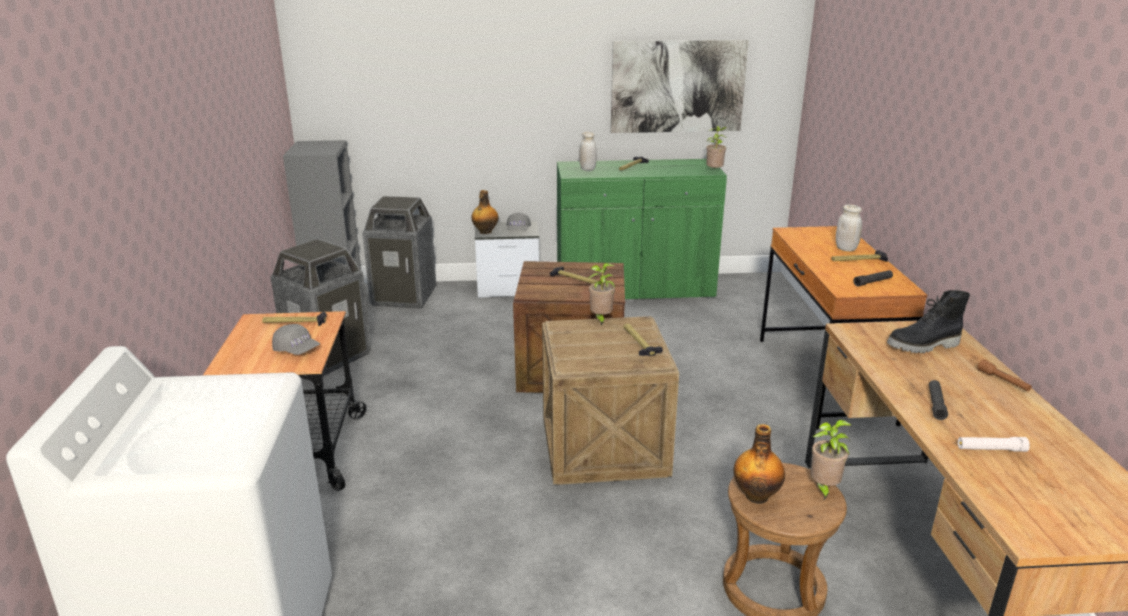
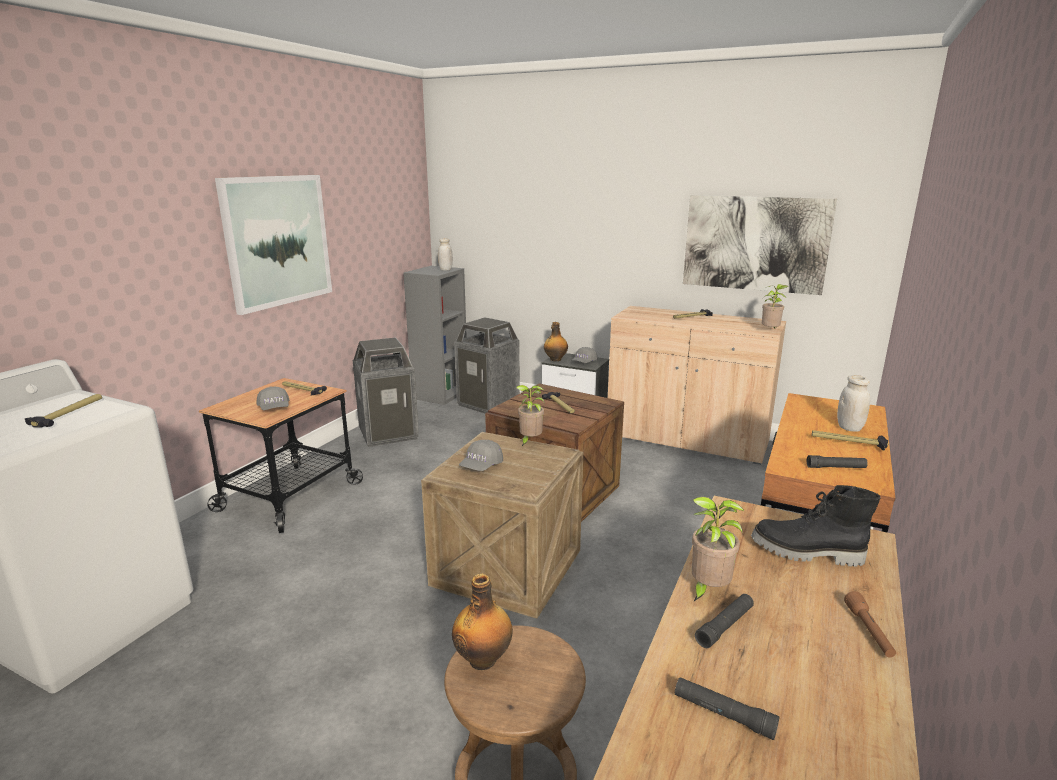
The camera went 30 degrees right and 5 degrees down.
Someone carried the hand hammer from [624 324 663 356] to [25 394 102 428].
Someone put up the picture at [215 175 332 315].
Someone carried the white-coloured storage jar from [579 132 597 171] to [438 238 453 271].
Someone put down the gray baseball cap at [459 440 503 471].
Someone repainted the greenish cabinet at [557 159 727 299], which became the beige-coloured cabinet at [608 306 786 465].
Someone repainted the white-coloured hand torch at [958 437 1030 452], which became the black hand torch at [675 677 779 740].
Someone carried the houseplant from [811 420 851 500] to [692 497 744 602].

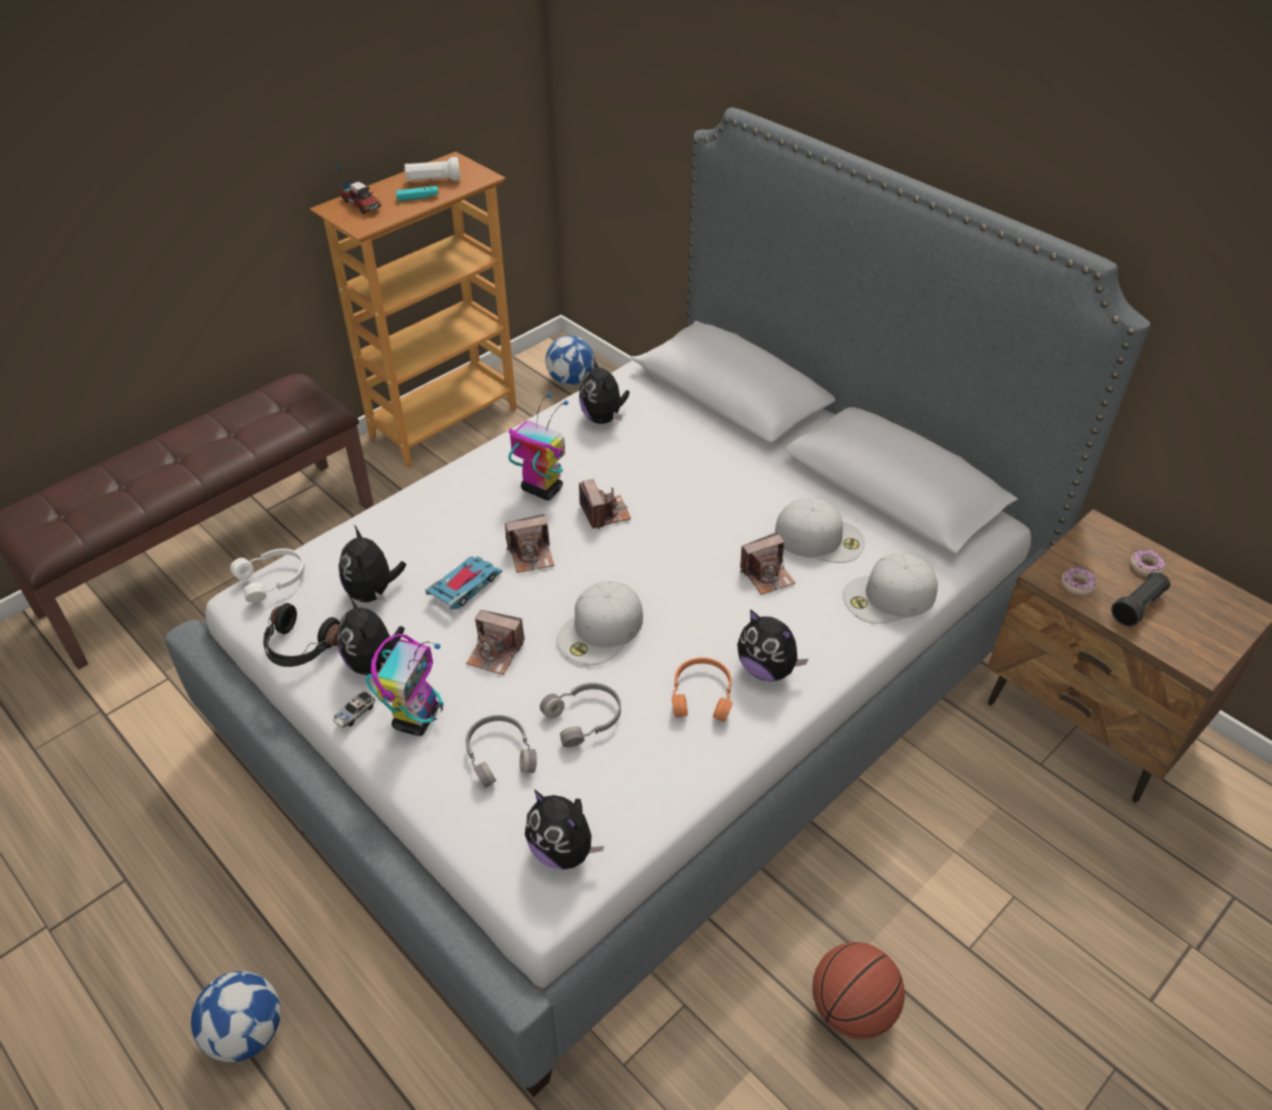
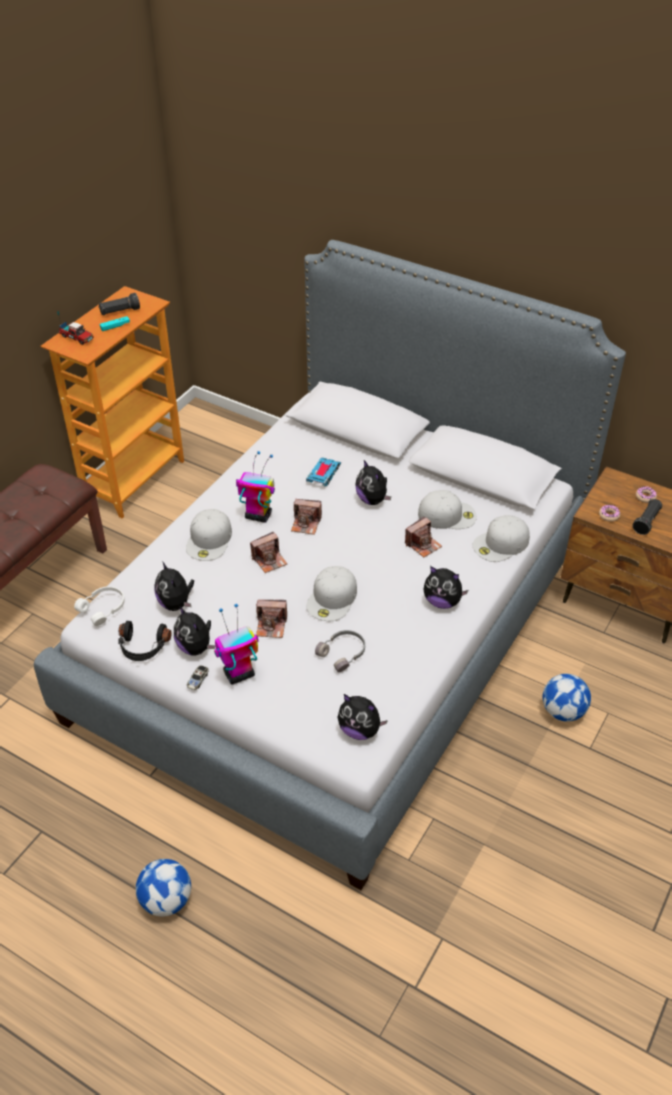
The camera went 15 degrees left and 0 degrees up.
Someone repainted the white-coloured hand torch at [404 157 460 181], which became the black hand torch at [99 293 140 315].
Someone put down the white-coloured baseball cap at [186 509 232 561].
Someone rotated the toy robot at [366 634 443 736] by 120 degrees counterclockwise.
Someone rotated the still camera at [579 479 631 529] by 135 degrees clockwise.
Someone carried the model car from [425 556 502 609] to [306 458 341 486].
Someone carried the cuddly toy from [579 358 630 424] to [355 460 391 505].
Someone carried the ball for football from [545 335 595 385] to [542 674 591 722].
Someone took away the gray headphones at [466 715 537 788].
Someone took away the orange headphones at [672 658 733 722].
Someone took away the ball for basketball at [812 942 905 1039].

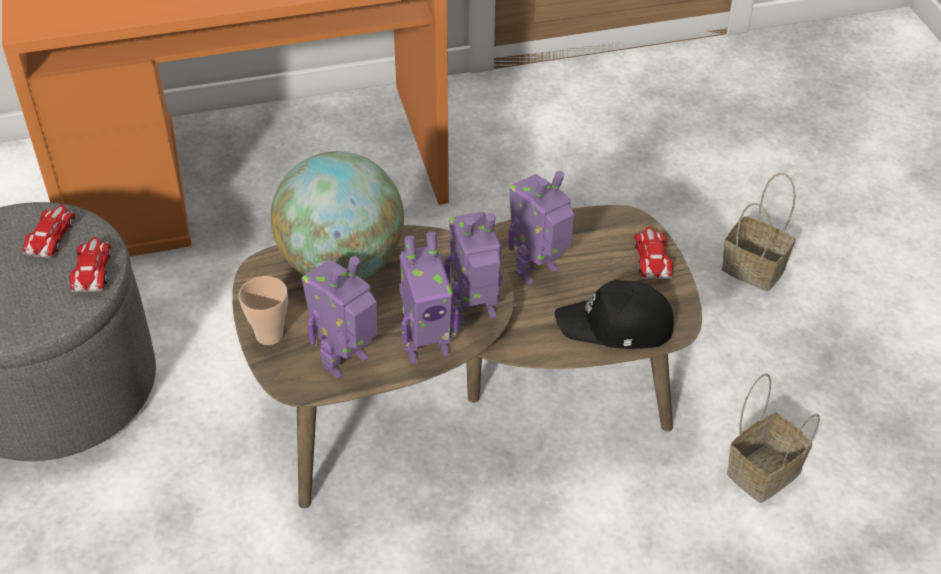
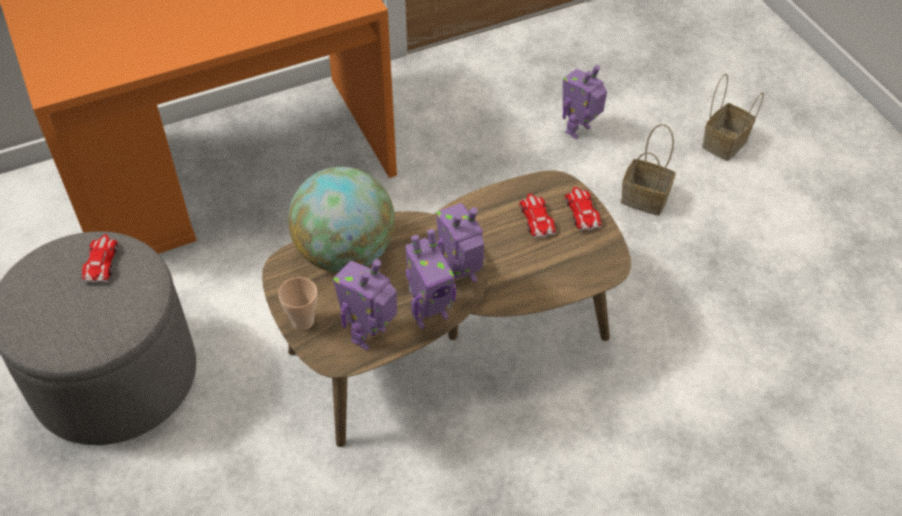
The camera went 10 degrees left and 5 degrees up.
Someone carried the model car from [70 237 112 293] to [519 194 556 238].
Someone carried the toy robot from [508 171 574 285] to [562 65 607 139].
Someone carried the storage basket from [727 374 820 503] to [702 74 764 161].
Someone took away the black baseball cap at [555 280 674 349].

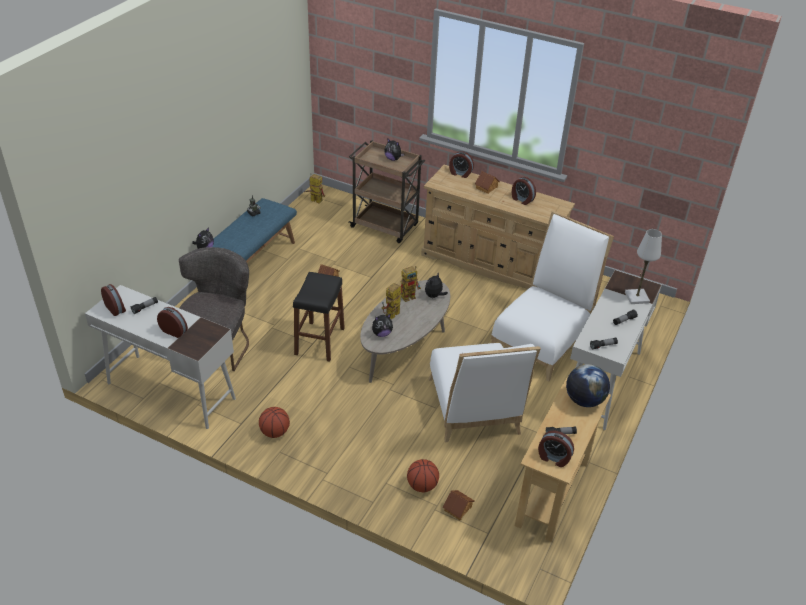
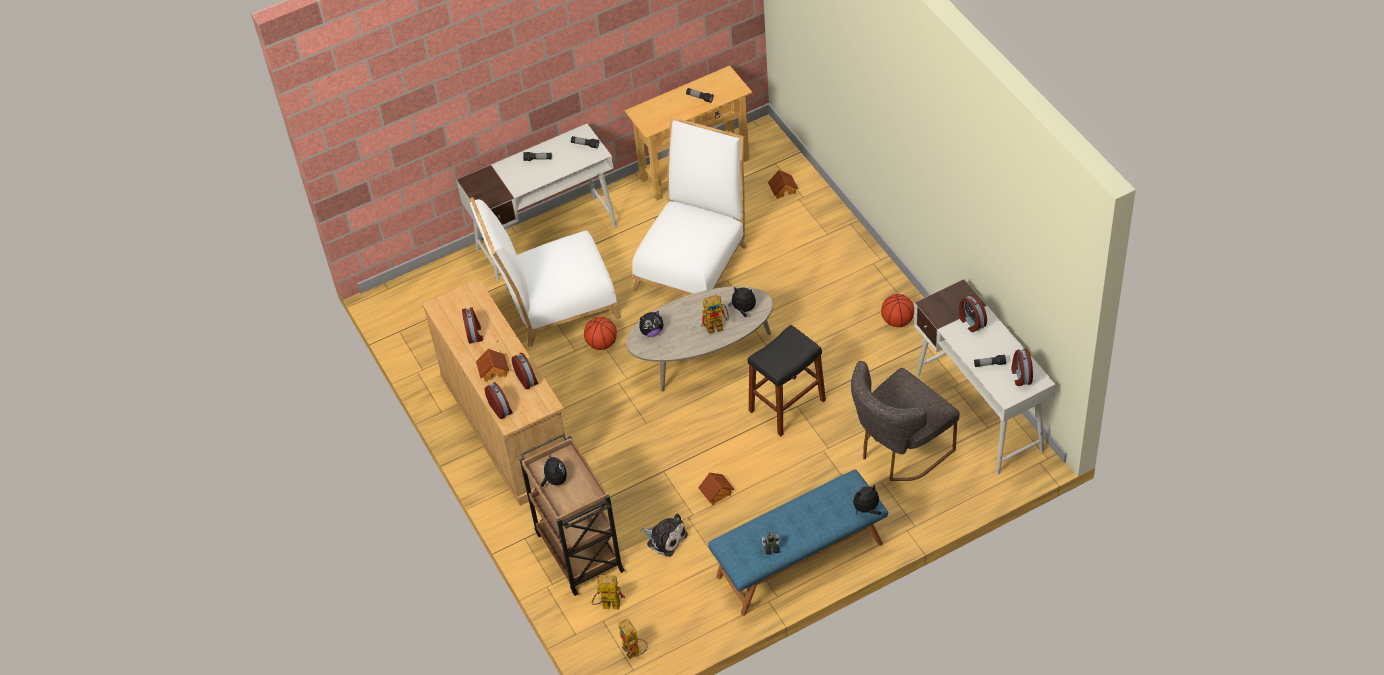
The camera went 140 degrees left and 10 degrees up.
Someone carried the bedside clock from [538 431 574 467] to [512 353 538 389].
Someone carried the ball for basketball from [407 459 439 492] to [584 317 617 350].
Someone carried the toy robot from [401 266 421 302] to [592 575 625 609].
Someone put down the cuddly toy at [641 513 688 557].
Someone took away the globe at [566 364 610 407].
Someone took away the white-coloured tabletop lamp at [625 229 662 304].

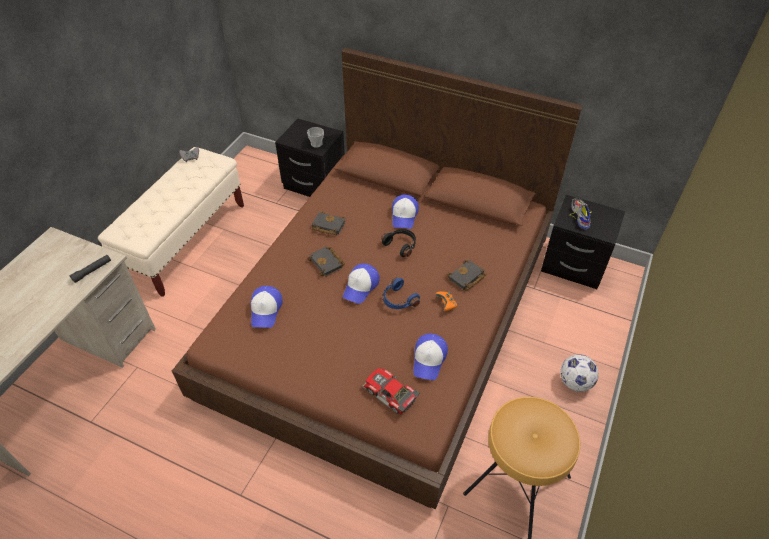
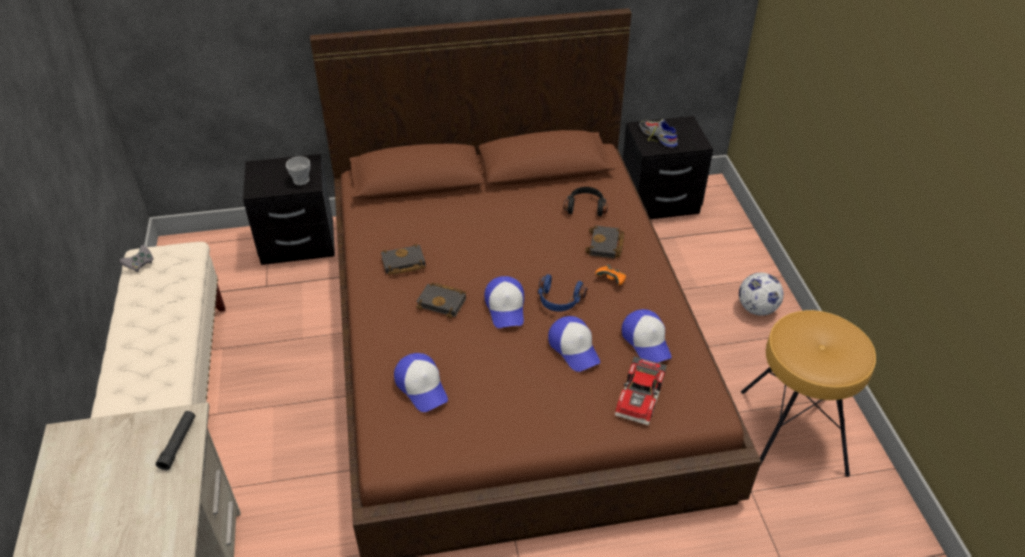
The camera went 35 degrees left and 5 degrees down.
Someone carried the baseball cap from [392 195 419 229] to [548 316 600 372].
Someone carried the black headphones from [381 229 416 257] to [564 187 608 216].
Someone rotated the model car at [362 368 420 414] by 75 degrees counterclockwise.

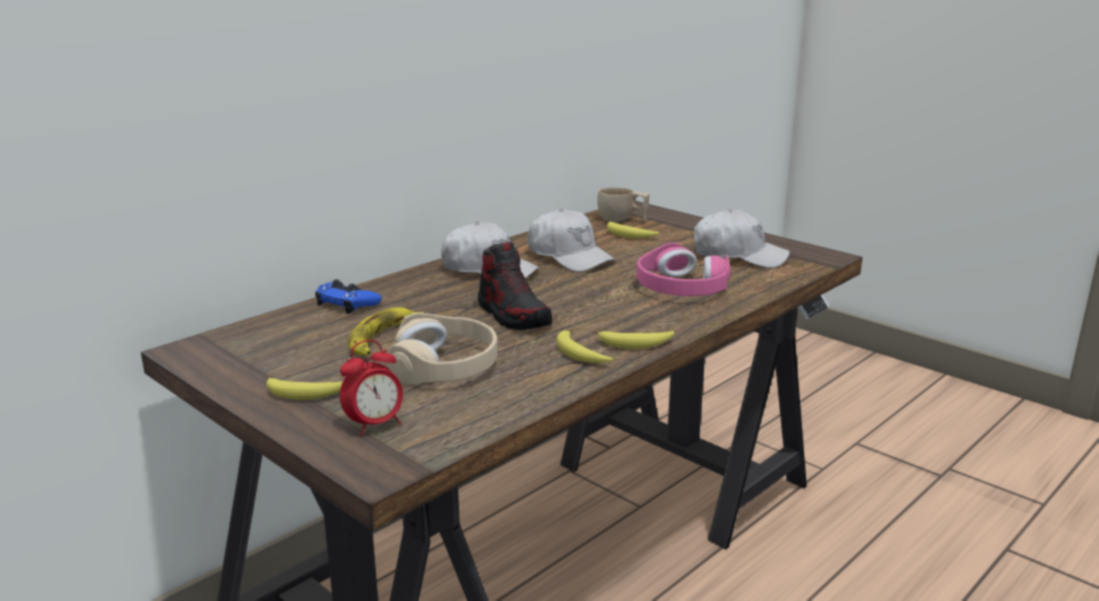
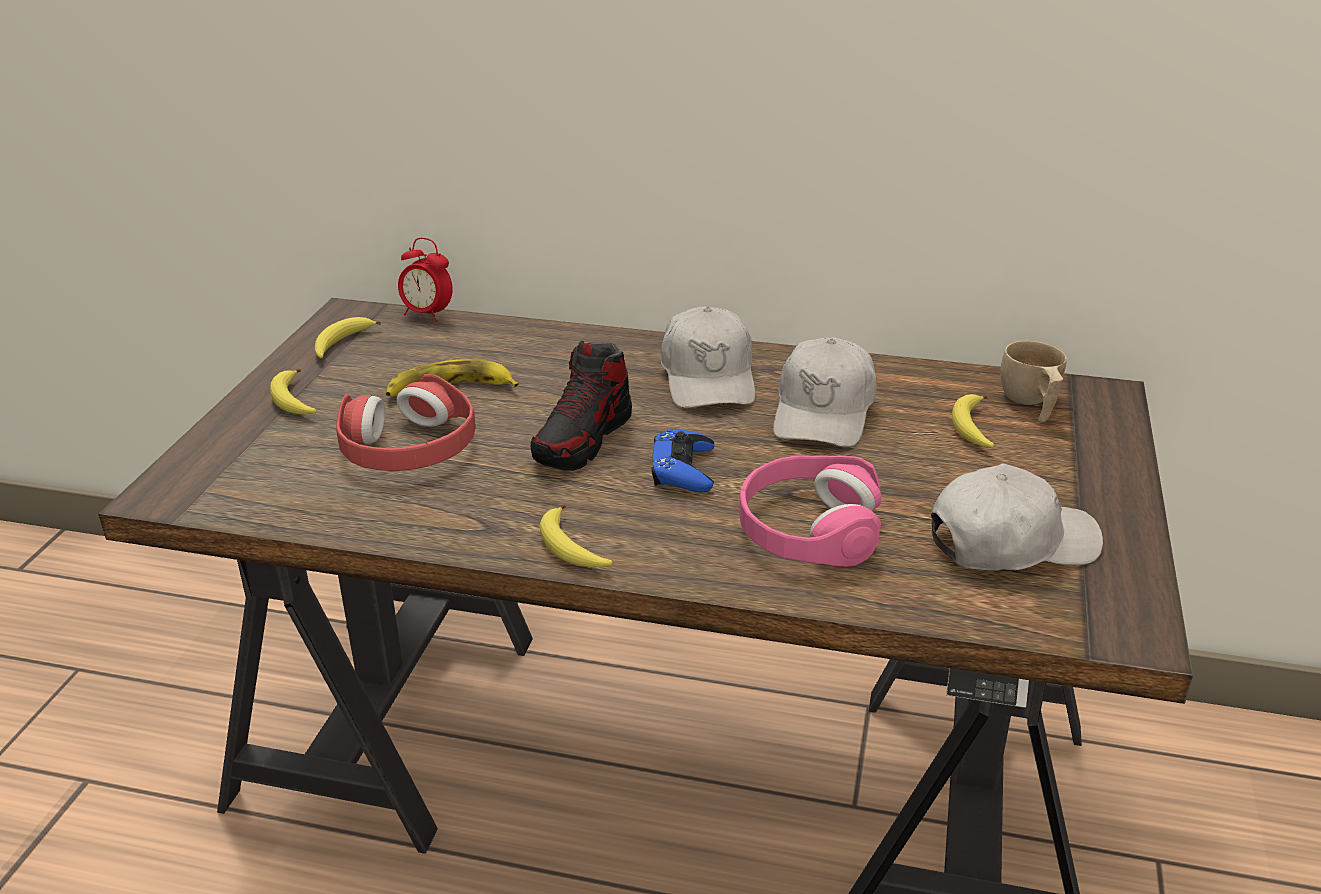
The camera went 60 degrees right and 10 degrees up.
Someone carried the whole banana from [556 329 613 363] to [315 317 381 358].
Someone repainted the beige-coloured headphones at [389 313 498 385], which became the red-coloured headphones at [336 374 476 471].
Someone carried the bedside clock from [340 340 403 436] to [398 238 453 322].
Someone carried the blue-coloured joypad from [315 279 382 314] to [651 429 715 492].
Someone rotated the white-coloured baseball cap at [694 209 790 268] by 90 degrees counterclockwise.

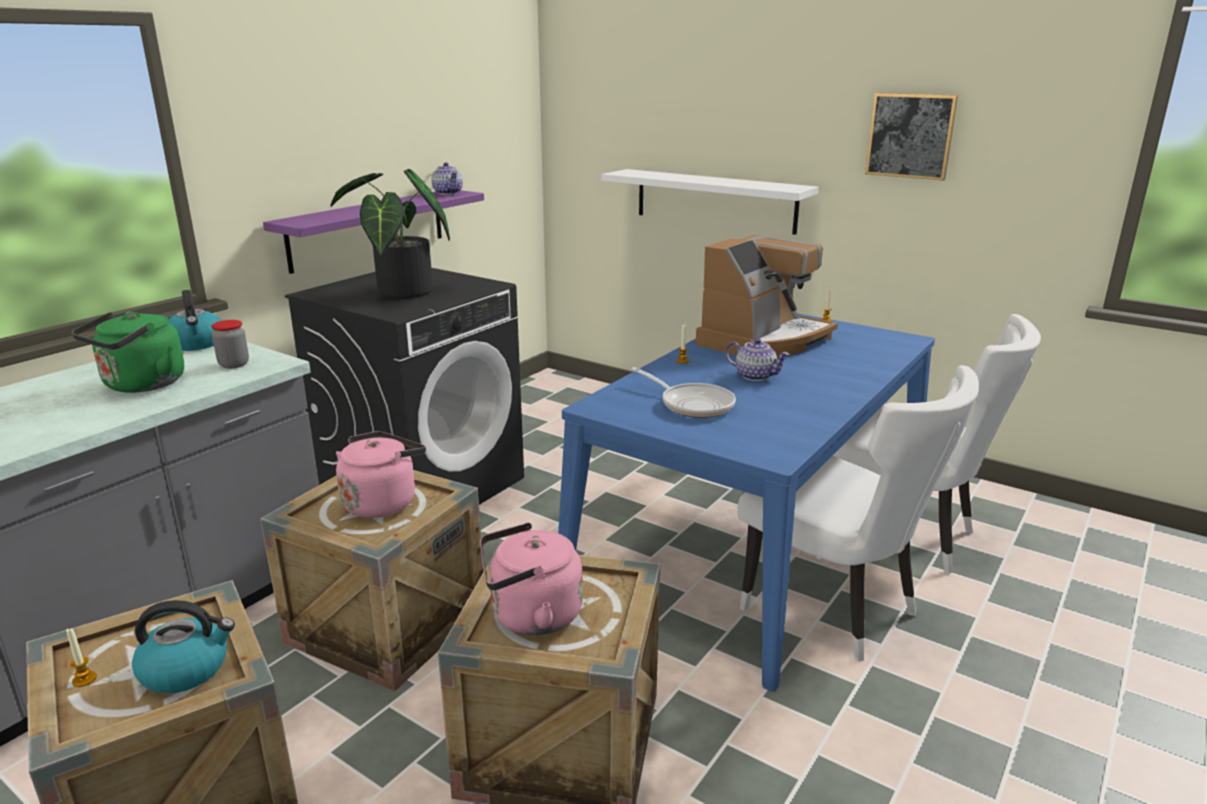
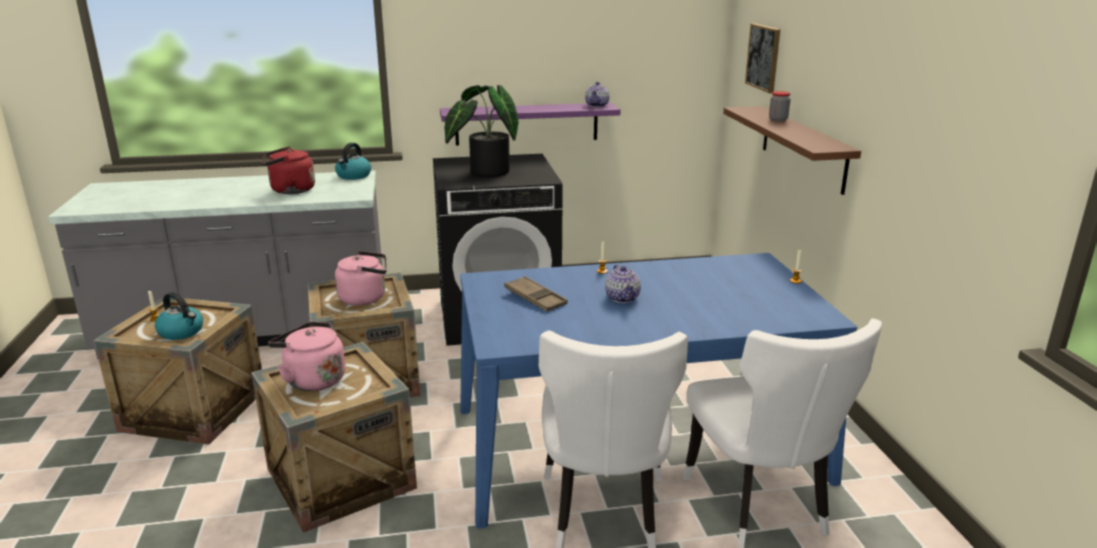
The camera went 45 degrees right and 0 degrees up.
Someone repainted the greenish water kettle at [71 312 184 393], which became the red-coloured water kettle at [262 147 315 194].
Someone swapped the skillet at [631 367 736 418] for the brown serving tray at [504 276 568 312].
Someone repainted the white-coloured wall shelf at [602 169 819 235], which became the brown wall shelf at [723 106 861 195].
Someone carried the picture from [865 93 958 181] to [745 24 780 93].
Someone carried the storage jar from [211 320 249 369] to [769 91 790 122].
Someone took away the coffee machine at [696 234 838 357].

